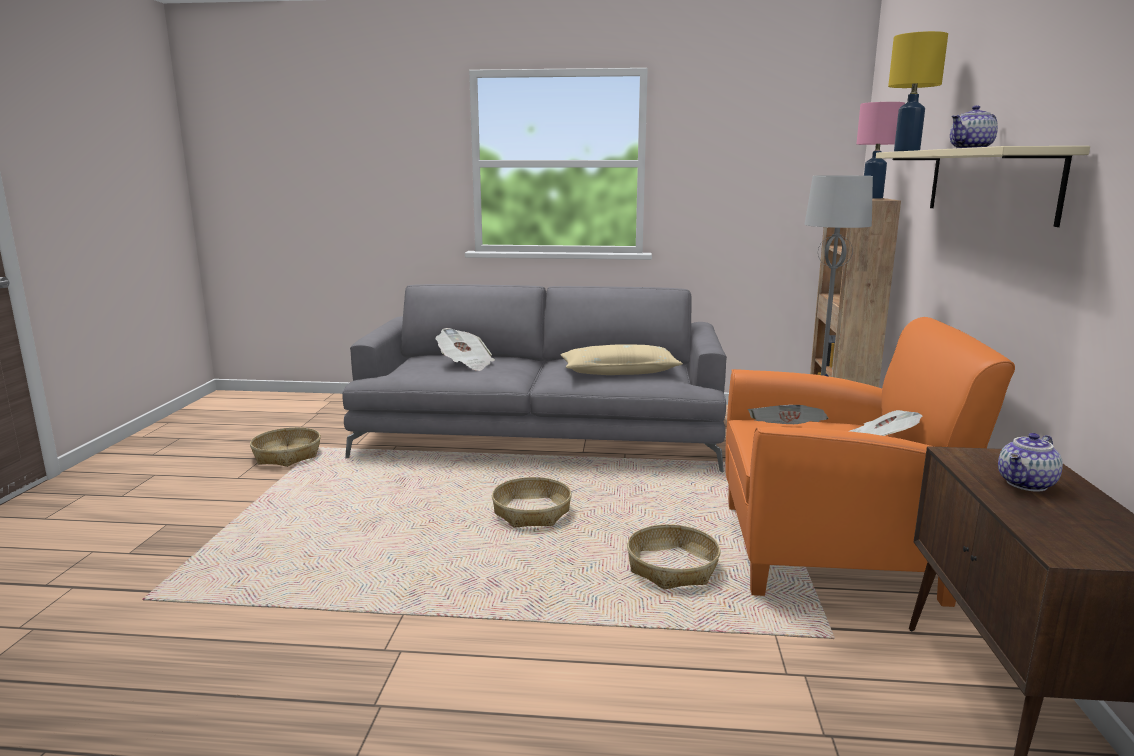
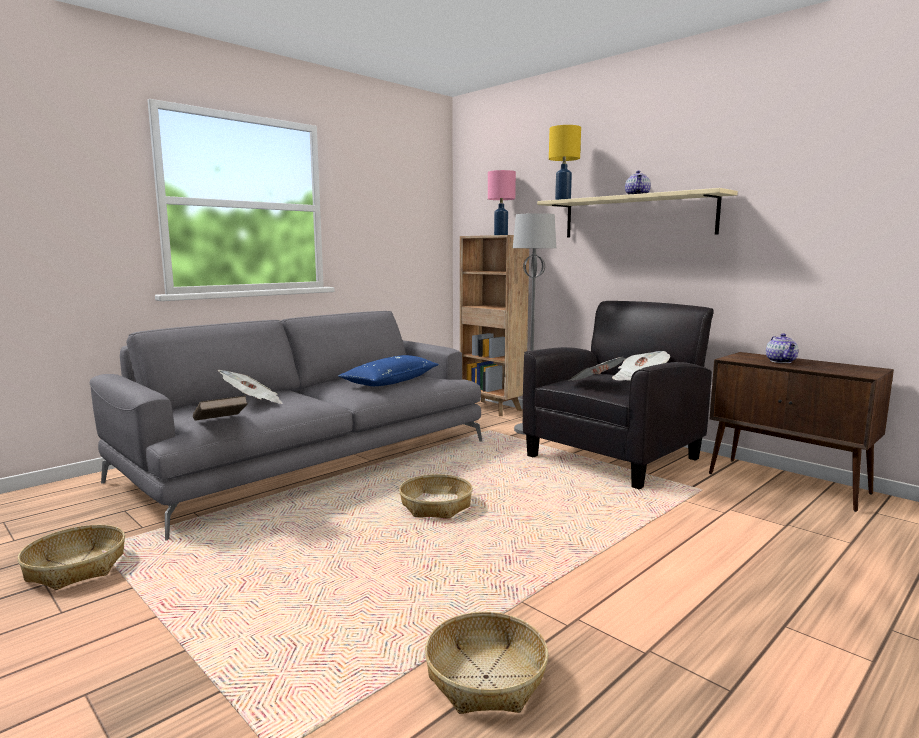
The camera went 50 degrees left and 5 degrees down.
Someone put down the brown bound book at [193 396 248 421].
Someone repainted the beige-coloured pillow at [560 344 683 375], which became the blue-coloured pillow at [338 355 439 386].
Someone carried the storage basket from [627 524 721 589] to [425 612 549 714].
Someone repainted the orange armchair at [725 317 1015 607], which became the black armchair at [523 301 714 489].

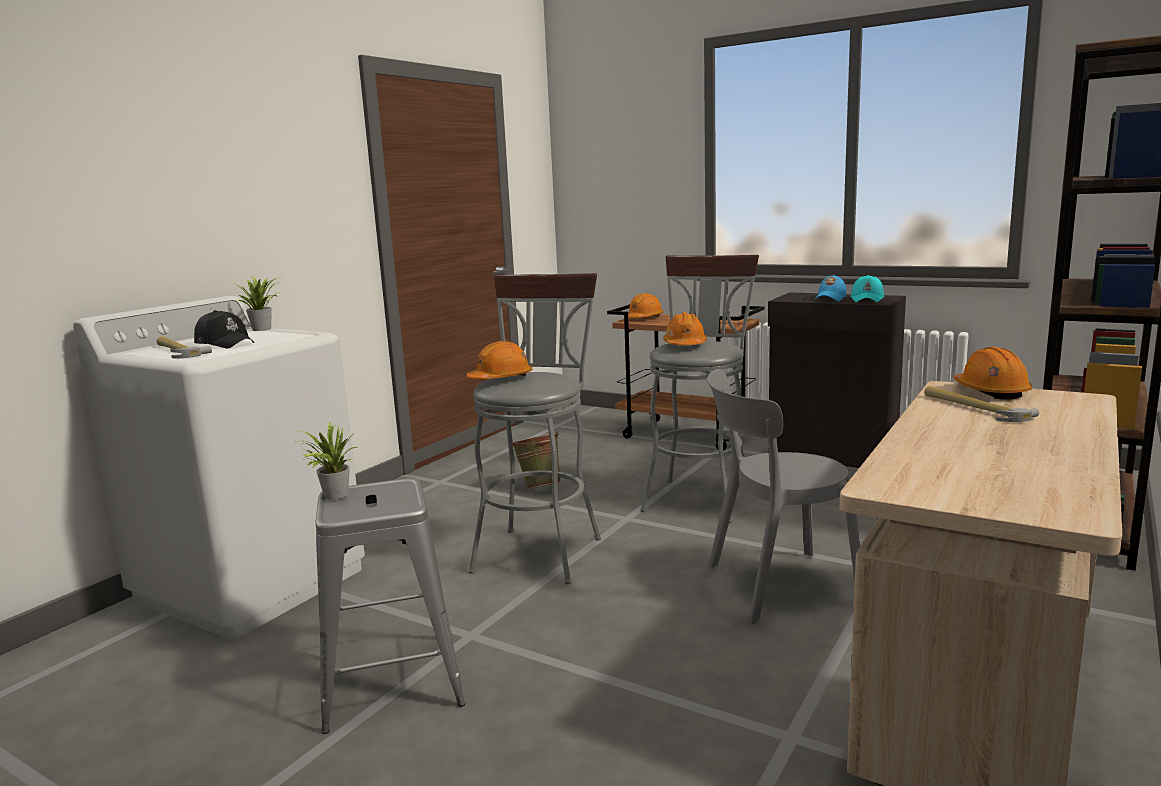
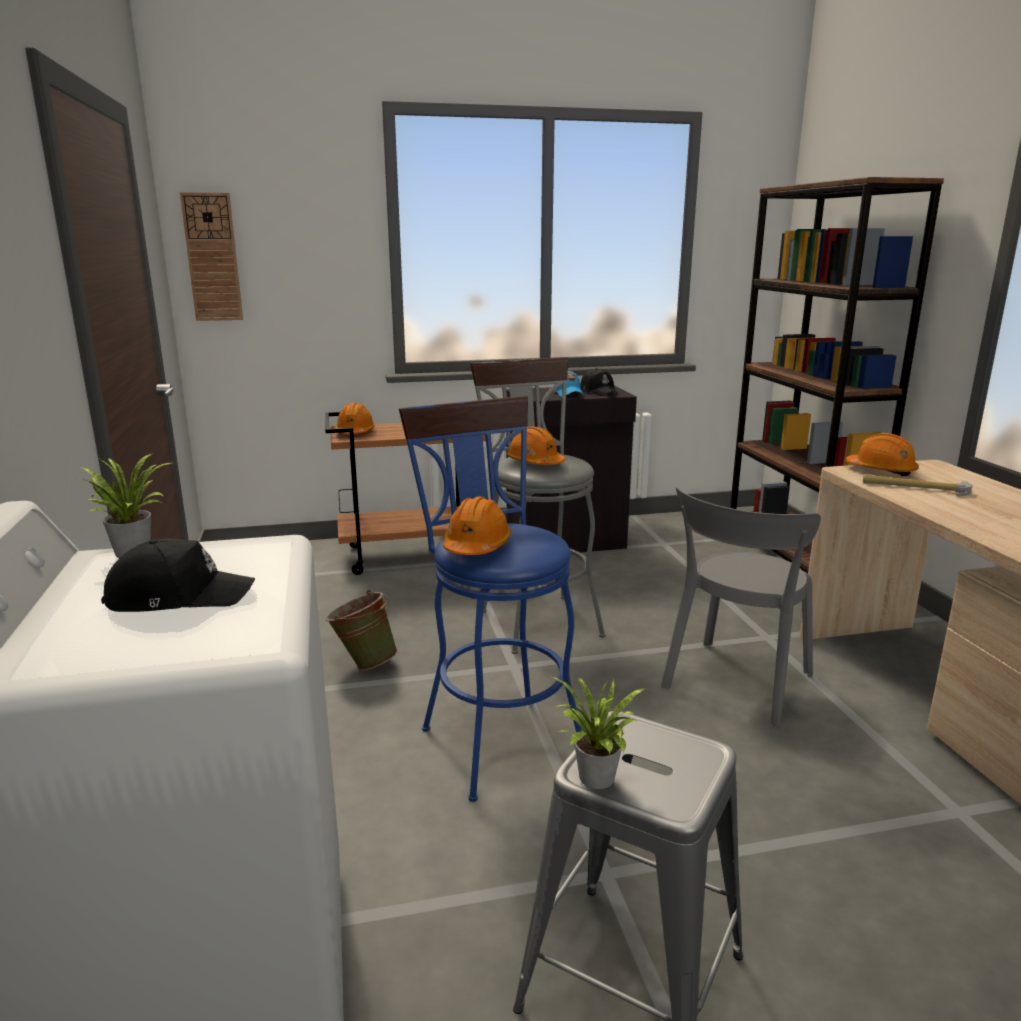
The camera went 45 degrees left and 5 degrees up.
Someone put up the wall clock at [180 192 243 321].
Someone repainted the gray sitting stool at [469 273 601 584], which became the blue-coloured sitting stool at [399 396 582 802].
Someone repainted the turquoise-coloured baseball cap at [850 275 885 302], which became the black baseball cap at [580 368 618 396].
Someone took away the hand hammer at [156 336 212 358].

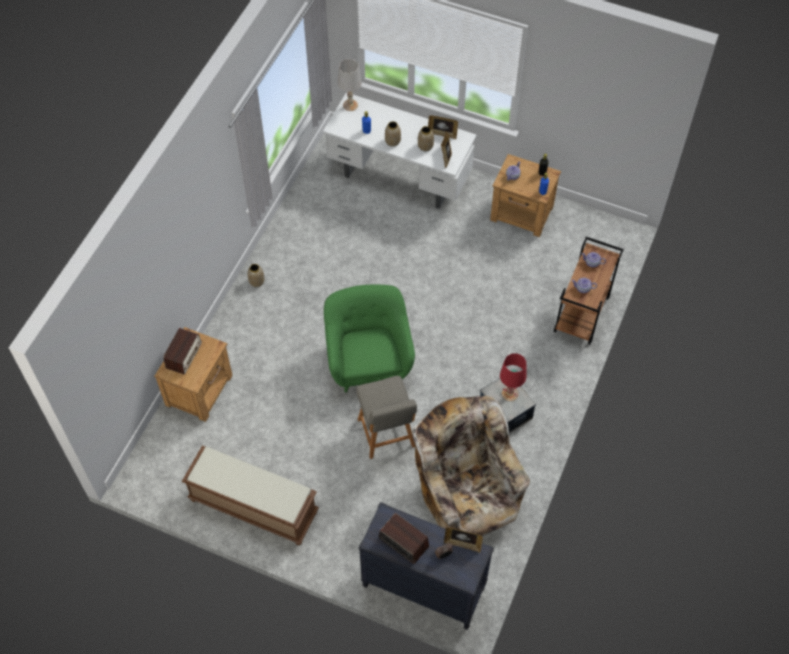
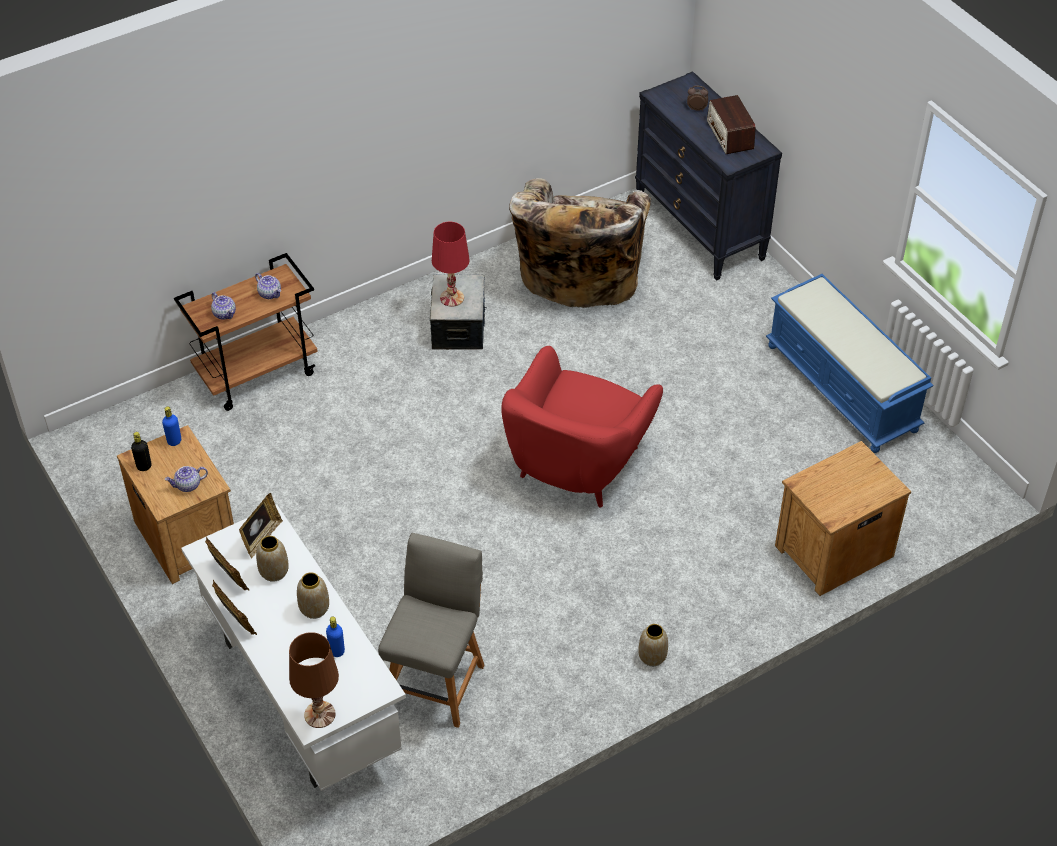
The camera went 145 degrees left and 10 degrees down.
Someone carried the picture frame from [444 527 483 553] to [212 579 257 635].
Someone repainted the white-coloured tabletop lamp at [338 59 361 111], which became the brown tabletop lamp at [289 632 339 728].
Someone carried the gray plain chair from [356 376 417 459] to [378 533 485 728].
Someone repainted the greenish armchair at [324 284 415 393], which became the red-coloured armchair at [501 346 663 507].
Someone repainted the brown bench at [182 445 319 545], which became the blue-coloured bench at [766 274 934 453].
Someone took away the radio set at [163 328 202 375].

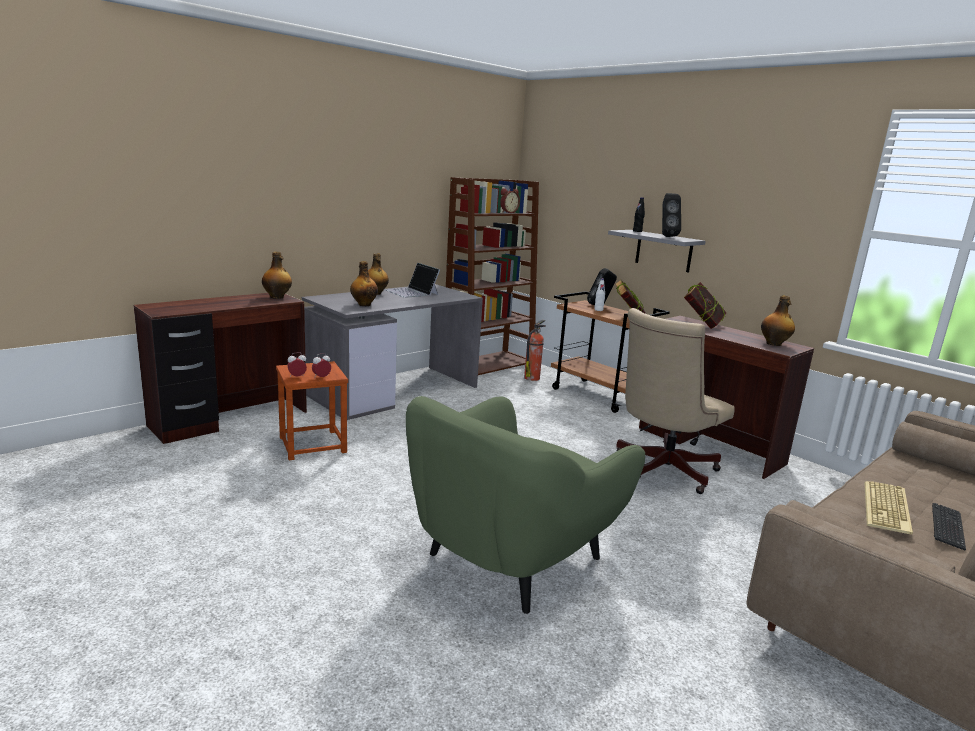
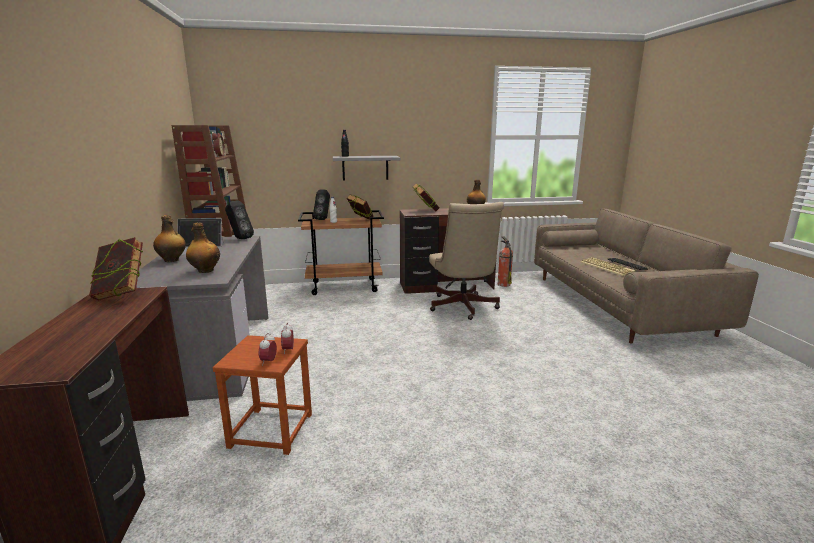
The camera went 55 degrees left and 0 degrees up.
Someone swapped the bottle at [262 252 292 299] for the bound book at [89 237 143 300].
Someone carried the black speaker from [662 193 681 237] to [225 200 254 239].
Someone carried the extinguisher from [524 320 546 381] to [498 236 513 287].
Someone took away the greenish armchair at [406 396 645 614].

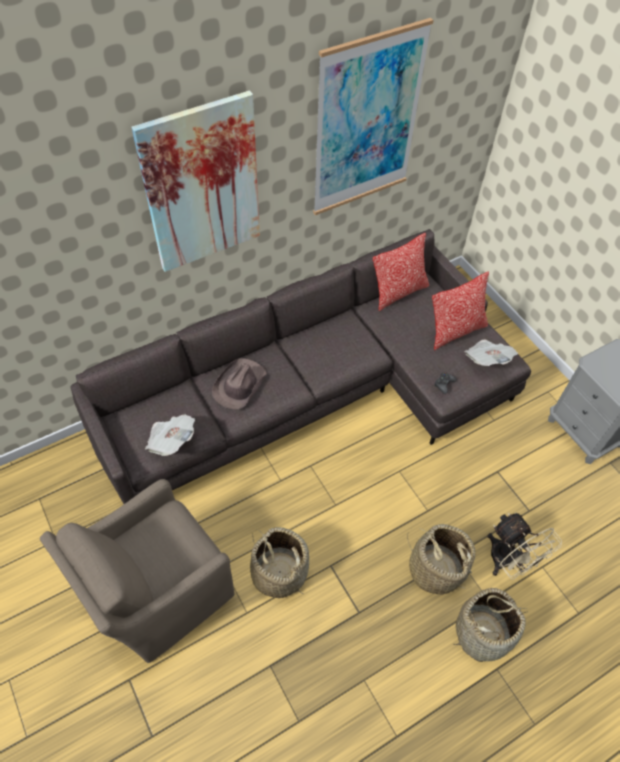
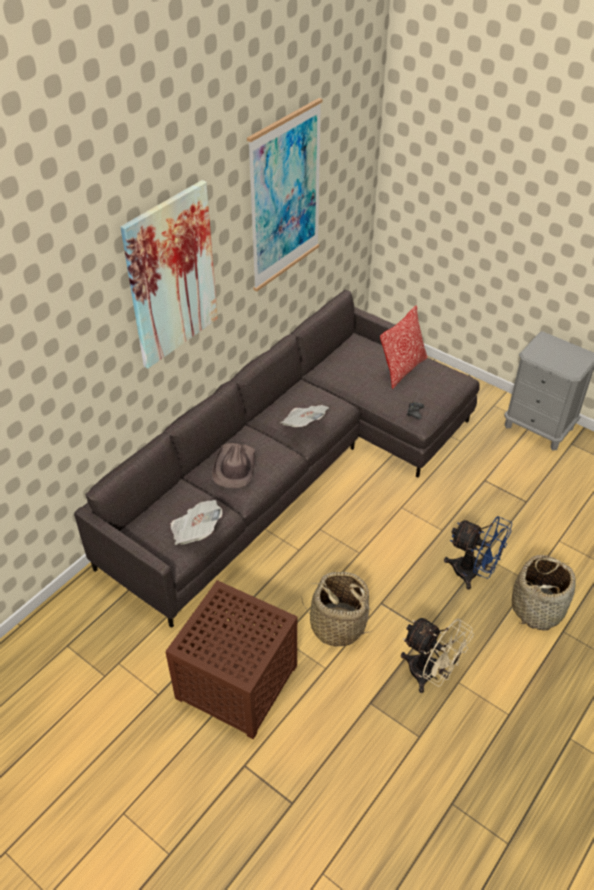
The camera went 20 degrees left and 10 degrees down.
Someone swapped the brown armchair at [40 479 235 663] for the brown accent table at [166 580 298 739].
Someone carried the daily paper from [464 339 518 366] to [281 405 329 427].
Someone carried the beige-coloured fan from [487 512 562 580] to [401 618 474 693].
Someone swapped the storage basket at [407 524 475 594] for the blue-coloured fan at [444 516 512 590].
Someone took away the pillow at [373 233 429 311].

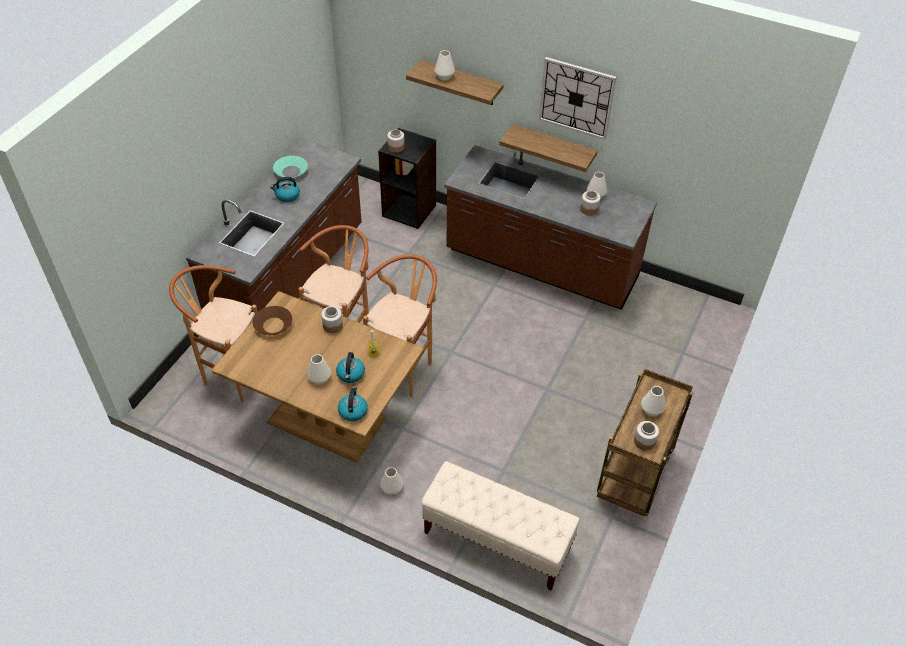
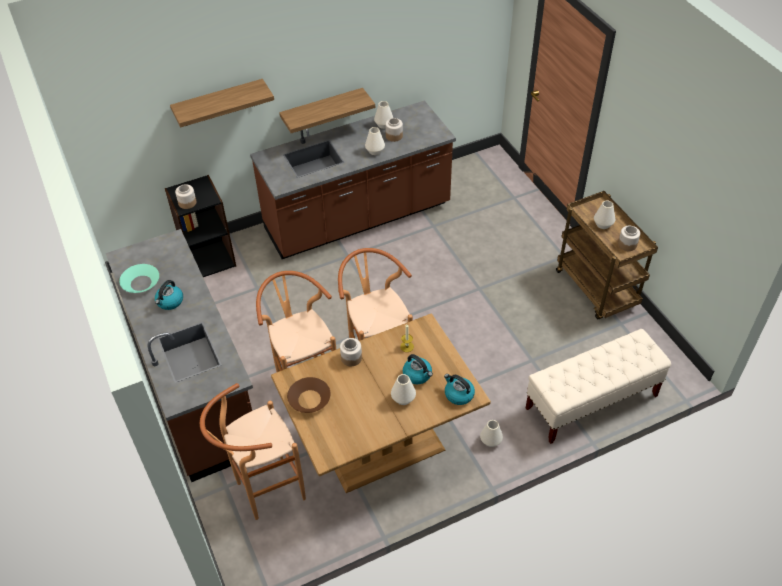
The camera went 50 degrees left and 0 degrees up.
Someone carried the white-coloured decorative vase from [434 50 455 81] to [365 127 385 155].
Someone took away the wall clock at [539 57 616 140].

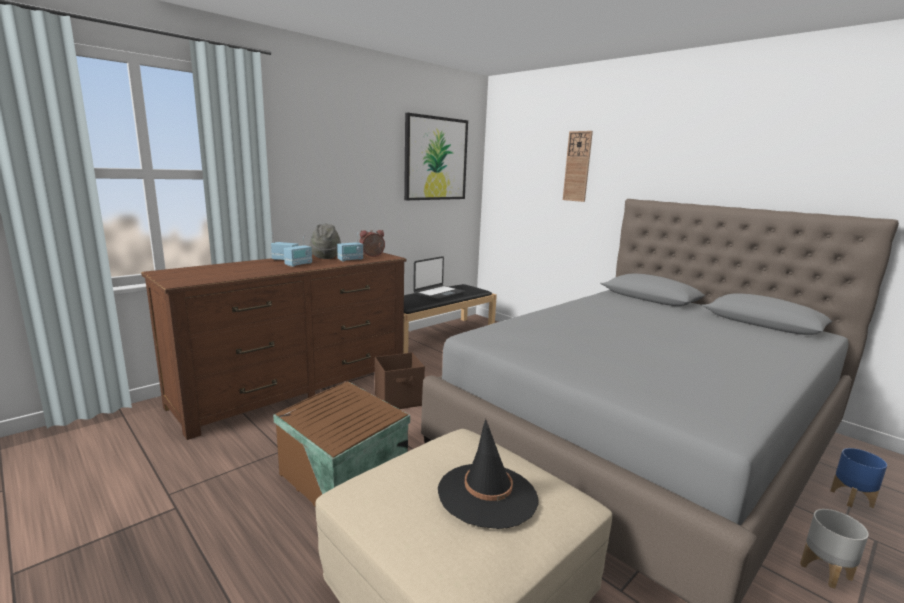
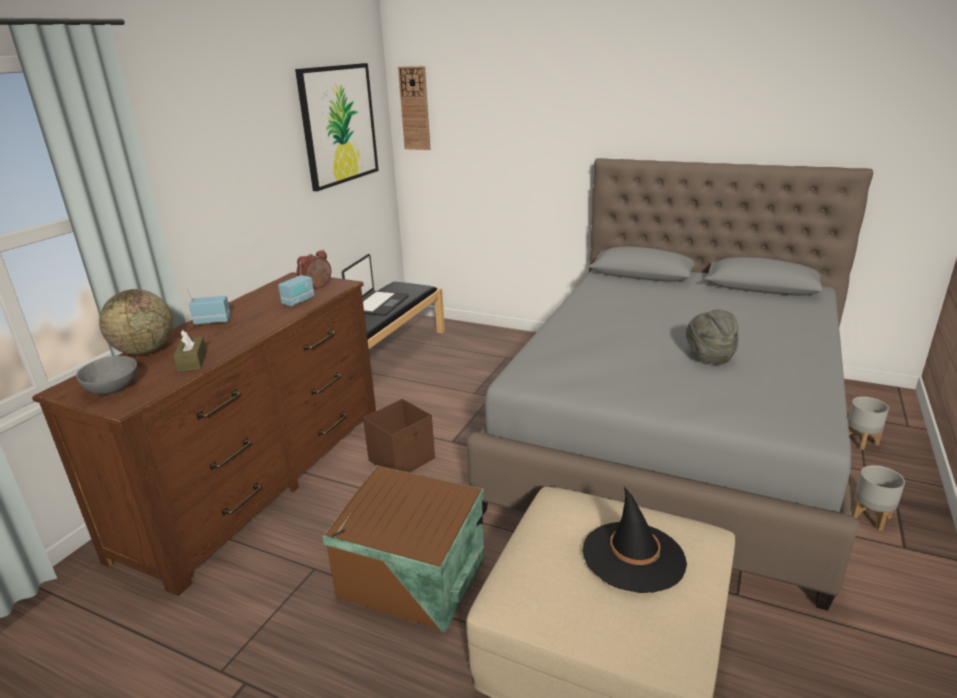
The camera went 20 degrees left and 10 degrees up.
Someone put down the gray serving bowl at [76 356 137 395].
Someone put down the globe at [99 289 173 355].
Someone put down the brown tissue box at [173 330 207 372].
Someone carried the wall clock from [563 131 593 202] to [398 66 430 150].
Someone carried the gray hat from [309 223 341 259] to [686 309 738 365].
Someone repainted the blue-coloured flower pot at [830 448 887 508], which became the gray flower pot at [848 397 889 450].
Someone took away the radio set at [284 235 312 267].

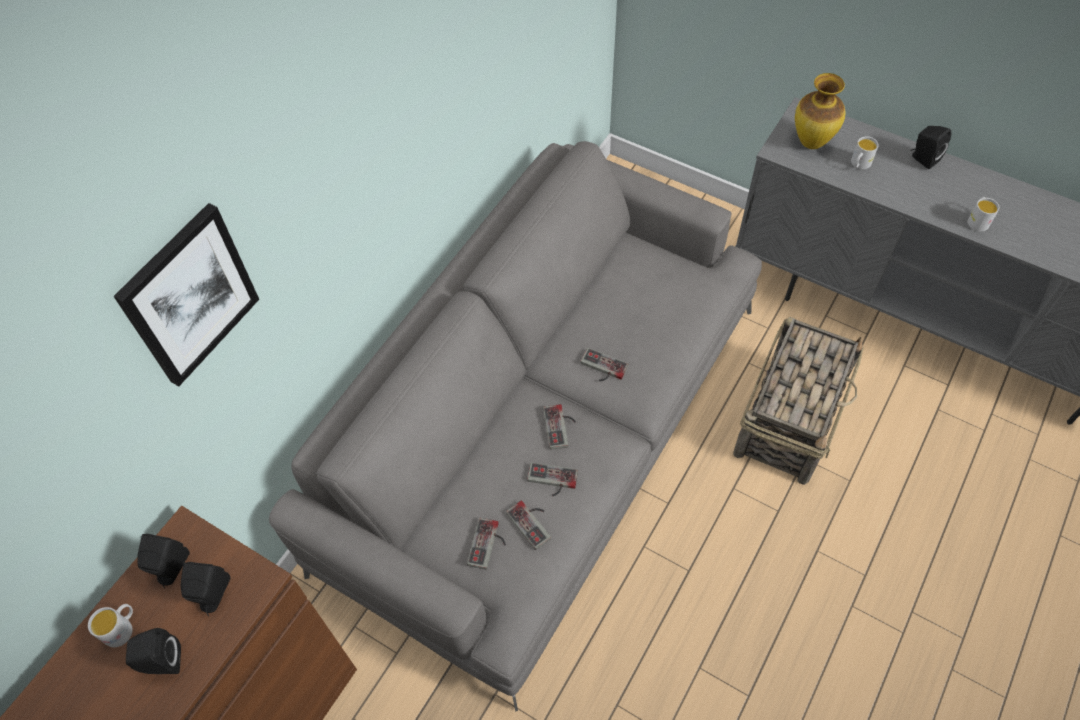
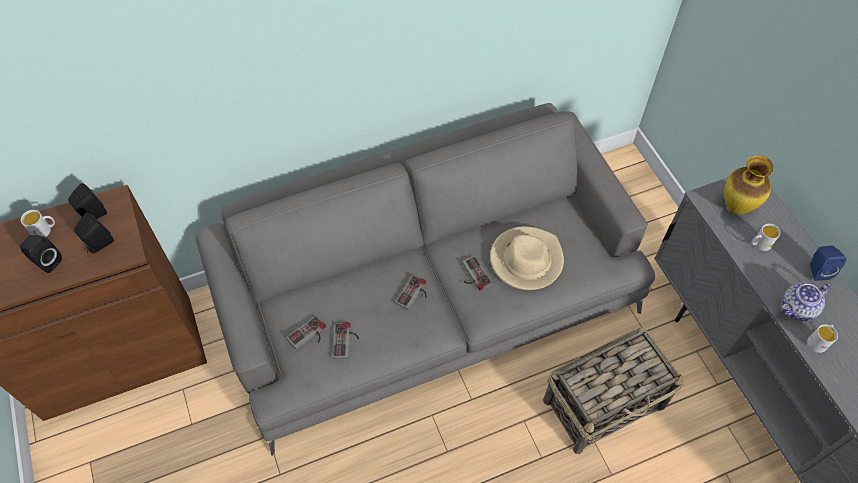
The camera went 35 degrees right and 0 degrees up.
Someone put down the beige-coloured hat at [490 226 564 290].
Someone put down the teapot at [781 282 832 321].
Someone repainted the black speaker at [911 126 951 169], which became the blue-coloured speaker at [810 246 846 281].
Someone took away the picture at [113 203 259 386].
Someone took away the joypad at [527 462 578 496].

